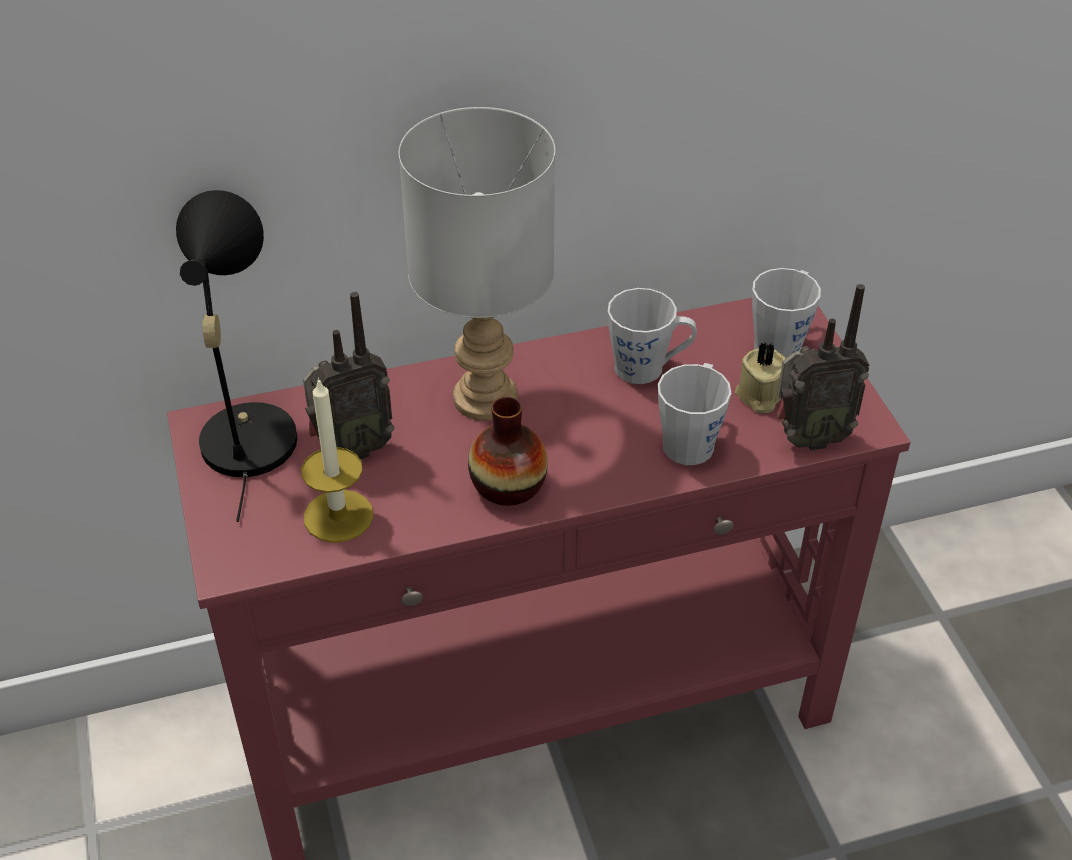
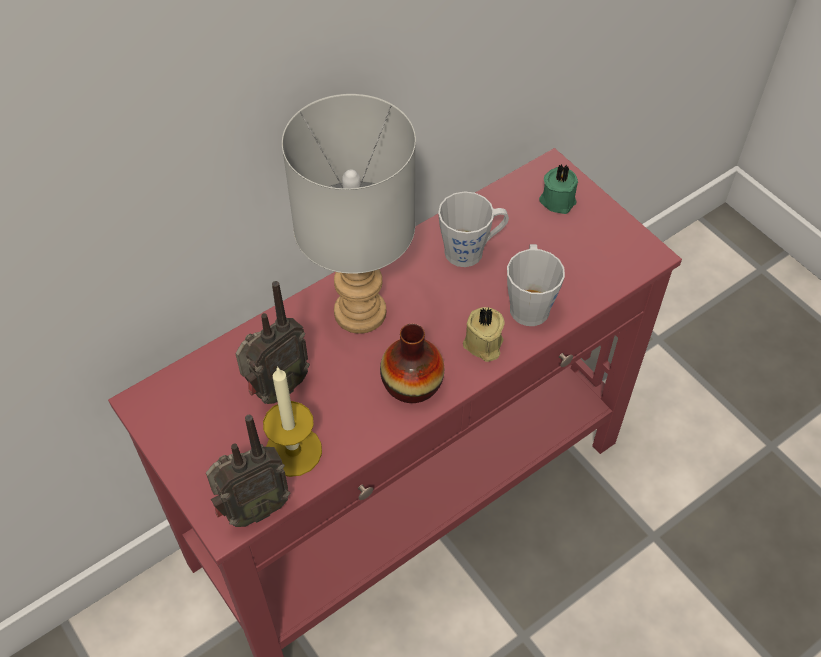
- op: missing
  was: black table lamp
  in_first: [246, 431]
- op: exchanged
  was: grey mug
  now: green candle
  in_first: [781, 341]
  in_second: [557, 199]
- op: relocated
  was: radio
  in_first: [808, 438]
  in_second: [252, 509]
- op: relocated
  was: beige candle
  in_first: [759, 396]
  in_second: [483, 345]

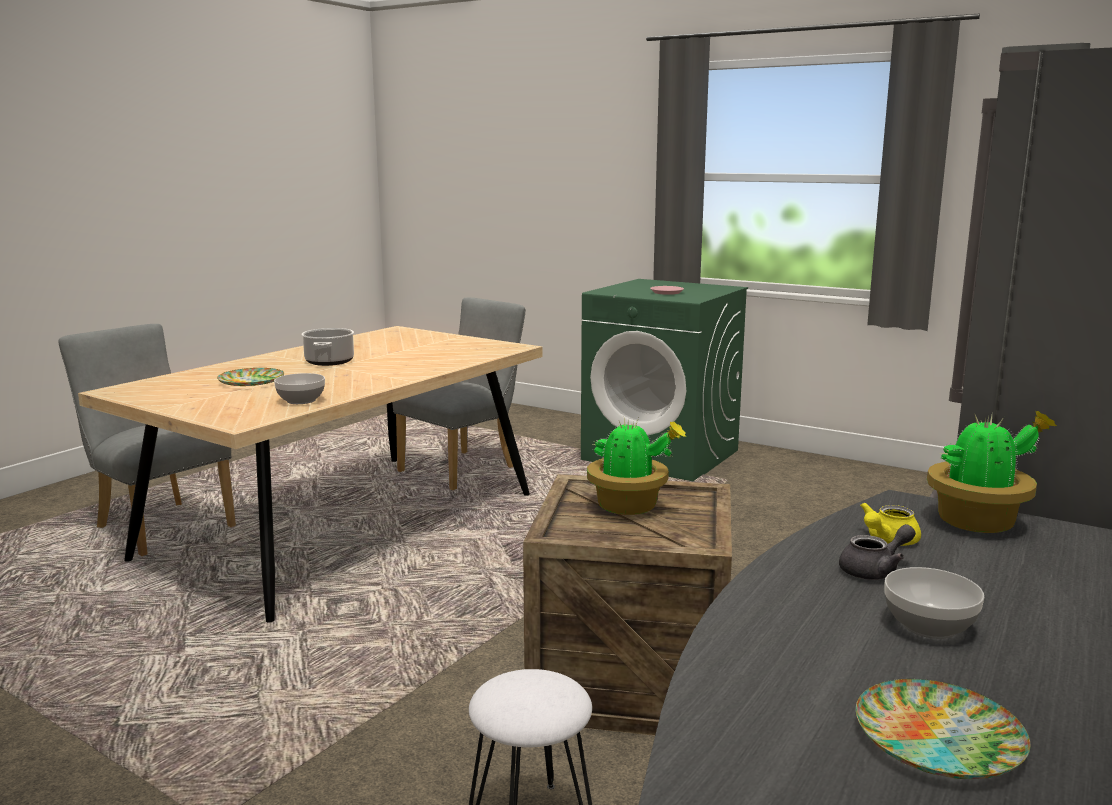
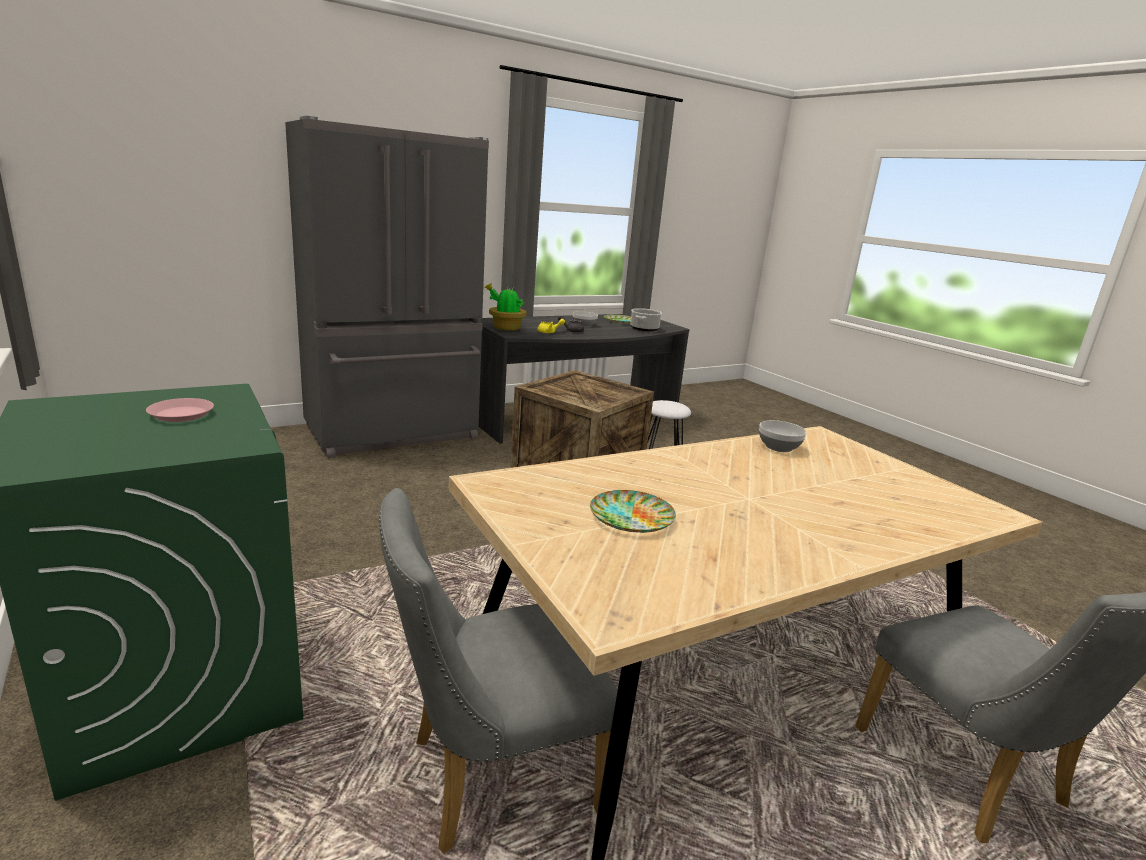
- op: relocated
  was: cooking pot
  in_first: [329, 362]
  in_second: [644, 329]
- op: relocated
  was: plate
  in_first: [252, 381]
  in_second: [631, 517]
- op: missing
  was: potted plant
  in_first: [630, 507]

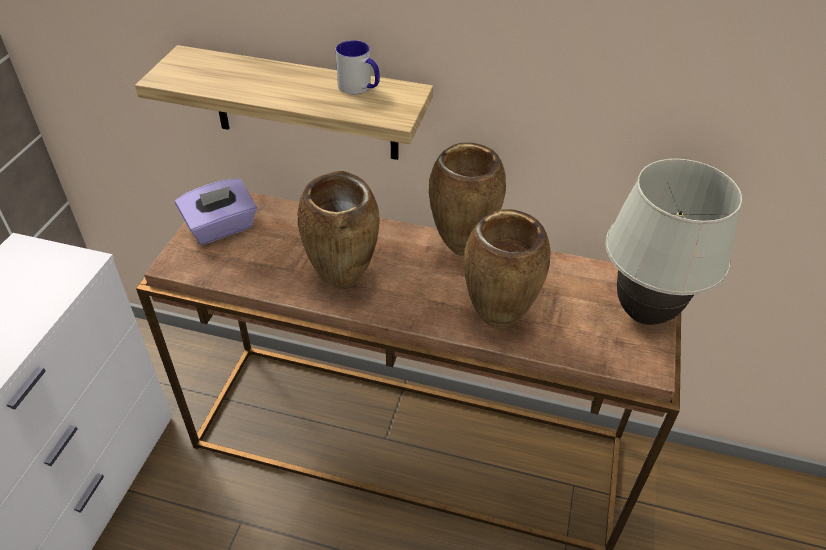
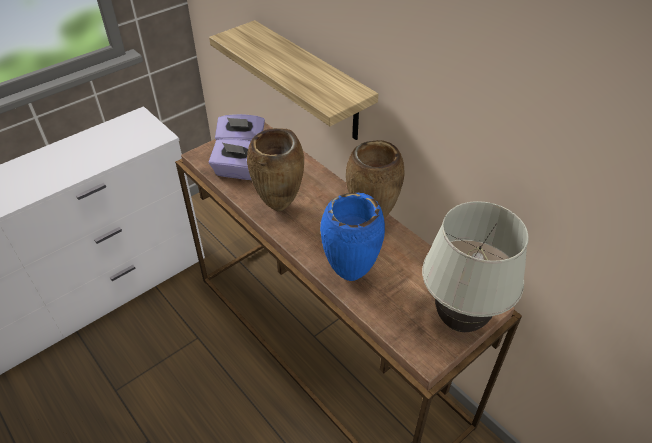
- op: missing
  was: mug
  in_first: [359, 88]
- op: colour
  was: brown vase
  now: blue vase
  in_first: [495, 322]
  in_second: [349, 274]
- op: appeared
  now: purple tissue box
  in_second: [238, 171]

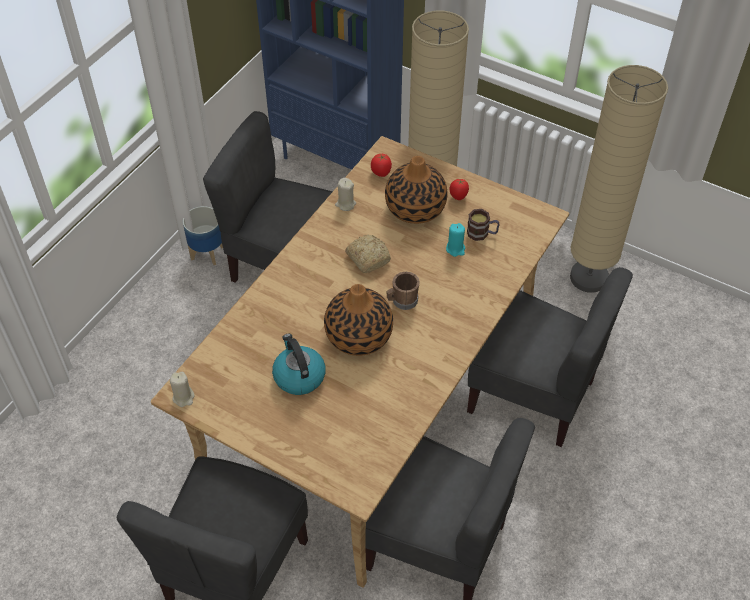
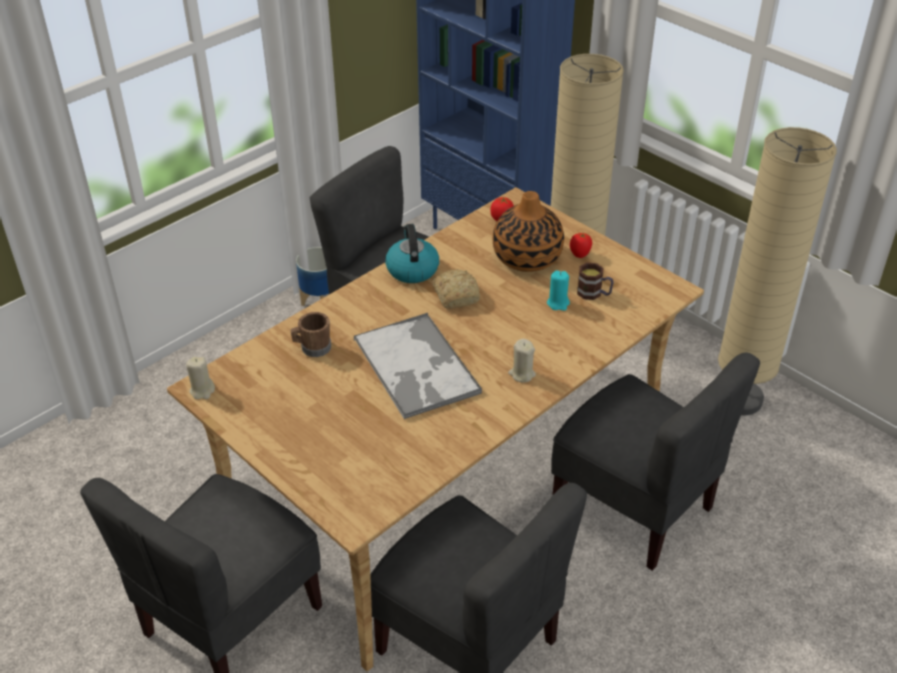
- op: relocated
  was: beige candle
  in_first: [345, 204]
  in_second: [522, 374]
- op: relocated
  was: brown mug
  in_first: [402, 301]
  in_second: [312, 348]
- op: exchanged
  was: vase
  now: tray
  in_first: [359, 335]
  in_second: [417, 367]
- op: relocated
  was: kettle
  in_first: [298, 376]
  in_second: [412, 269]

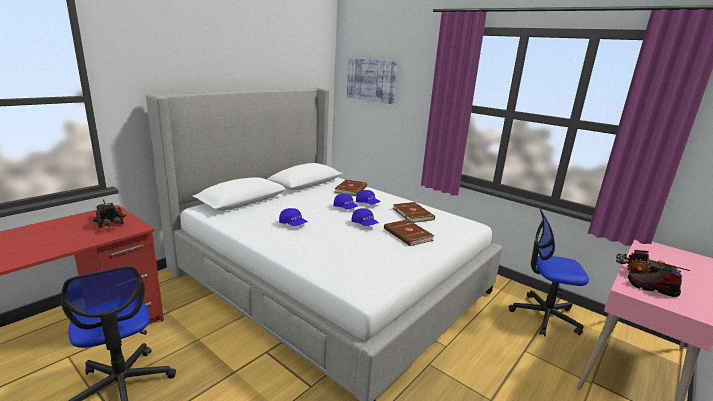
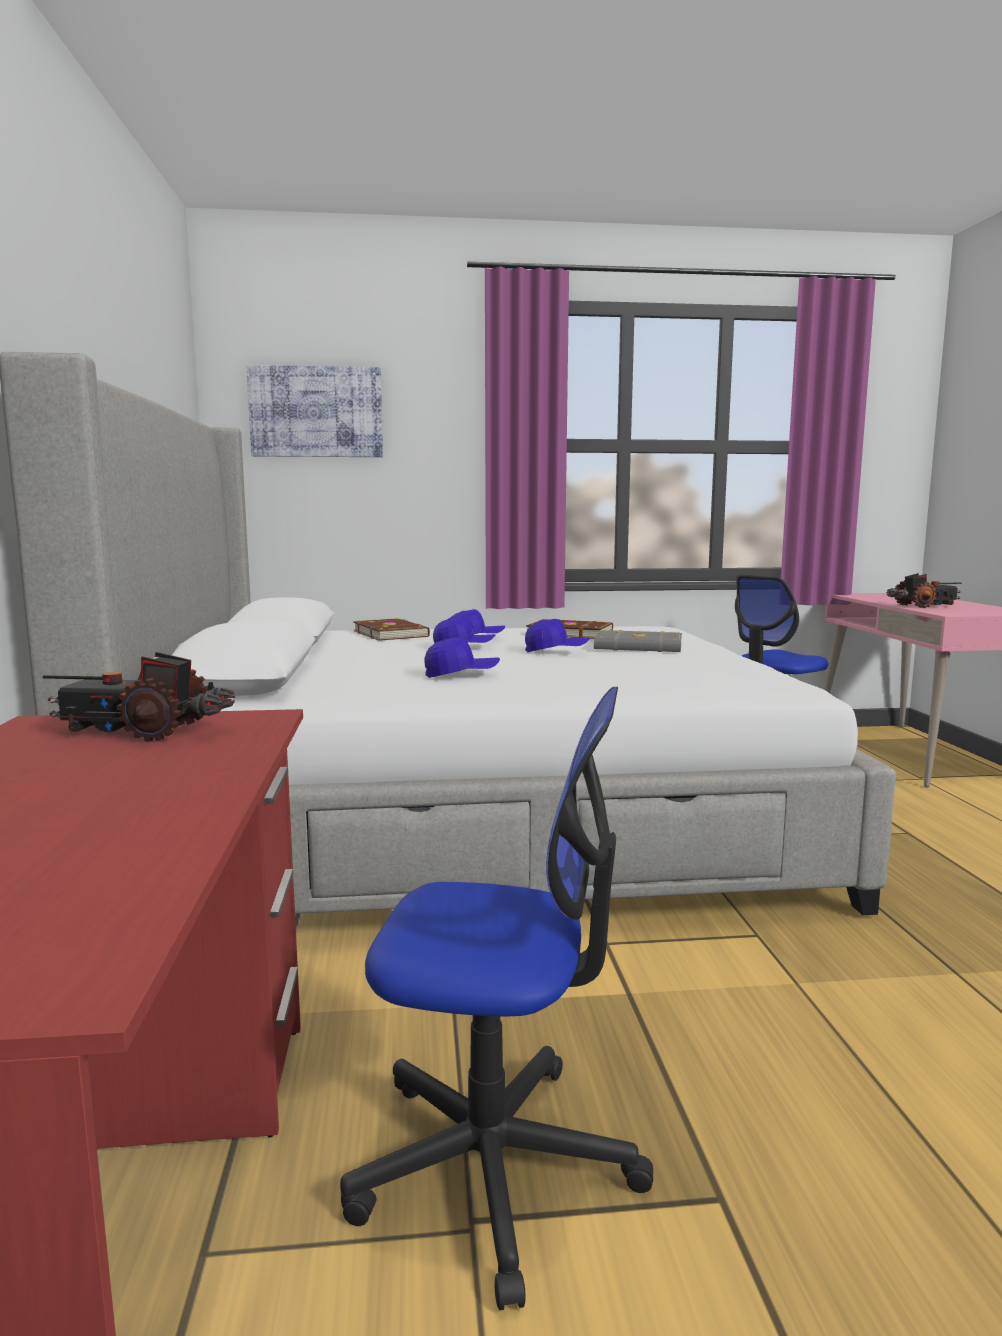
- op: colour
  was: brown book
  now: grey book
  in_first: [407, 235]
  in_second: [639, 647]
- op: missing
  was: shoe
  in_first: [652, 288]

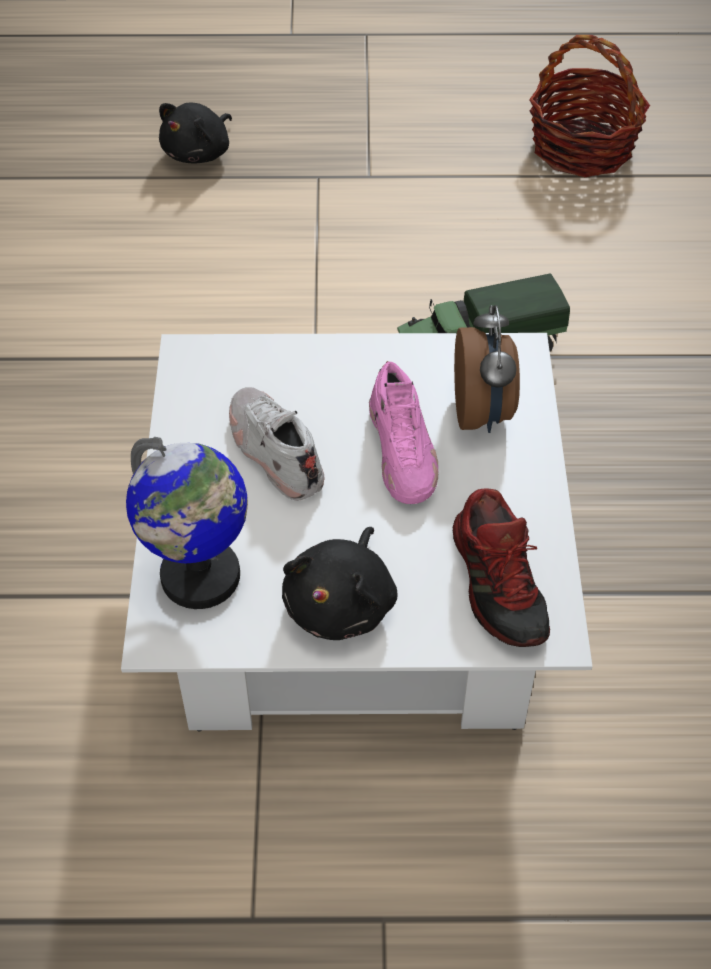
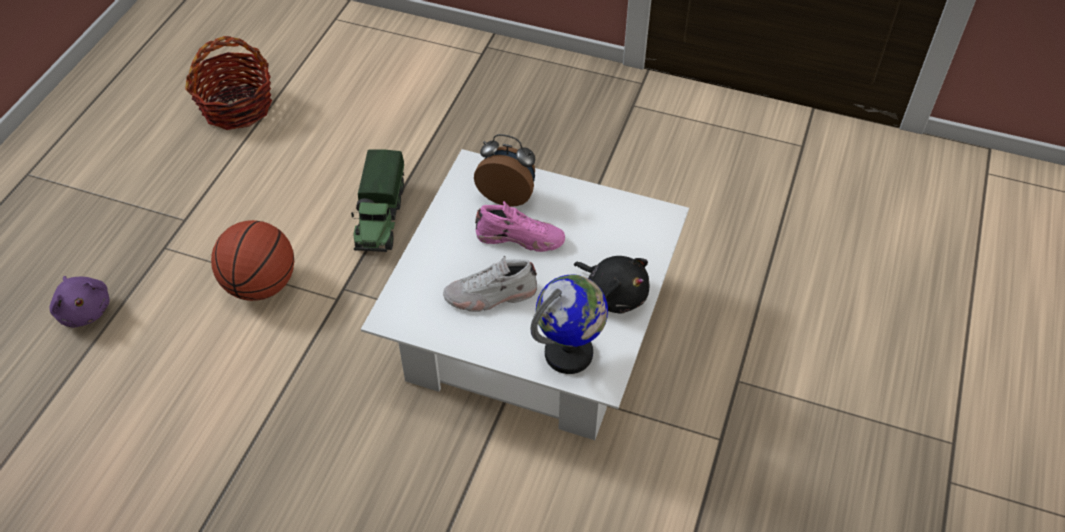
- op: colour
  was: black plush toy
  now: purple plush toy
  in_first: [199, 152]
  in_second: [85, 310]
- op: missing
  was: shoe
  in_first: [500, 584]
- op: appeared
  now: basketball
  in_second: [261, 285]

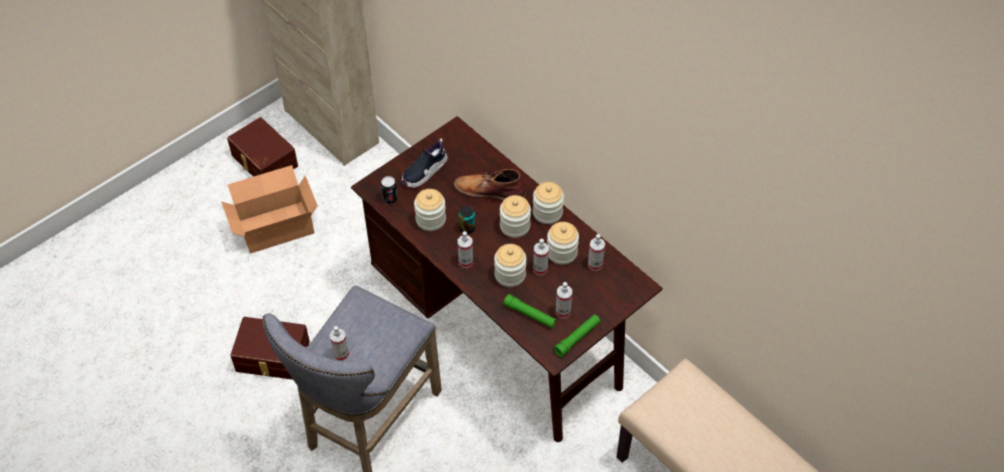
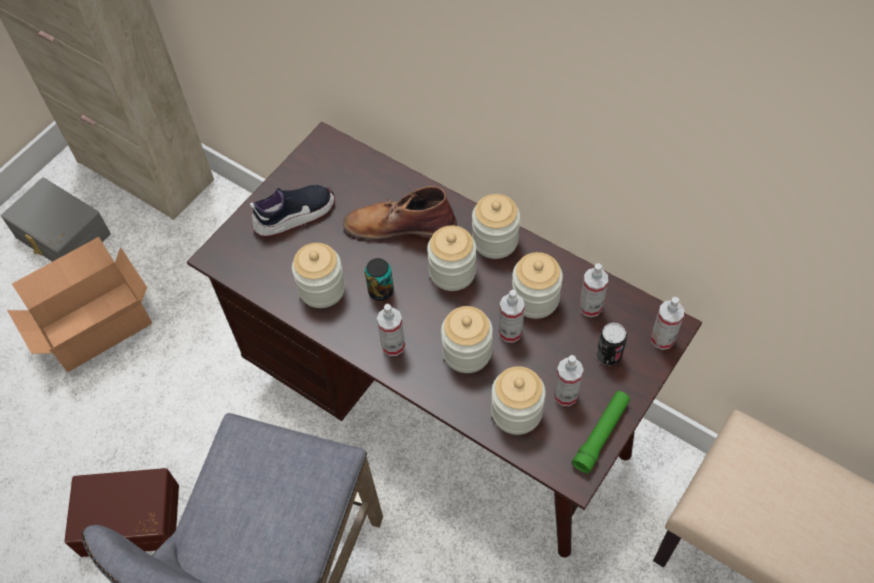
- op: colour
  was: brown storage box
  now: grey storage box
  in_first: [263, 161]
  in_second: [61, 237]
- op: spun
  was: shoe
  in_first: [424, 172]
  in_second: [294, 216]
  clockwise: -150
- op: relocated
  was: can
  in_first: [390, 199]
  in_second: [608, 355]
- op: exchanged
  was: green flashlight
  now: jar
  in_first: [530, 315]
  in_second: [516, 412]
- op: relocated
  was: spray bottle
  in_first: [341, 354]
  in_second: [662, 339]

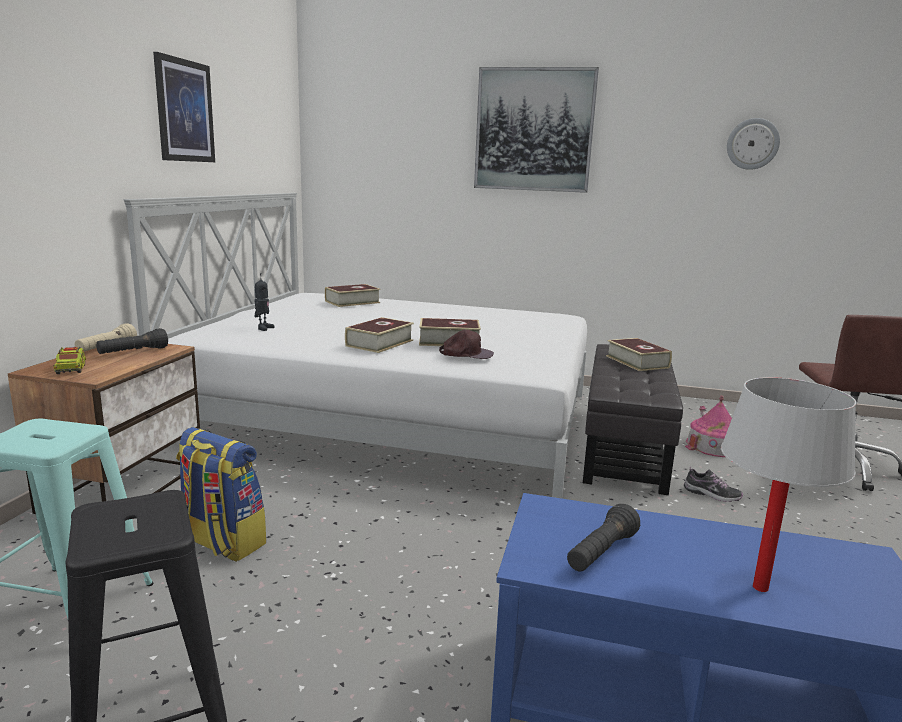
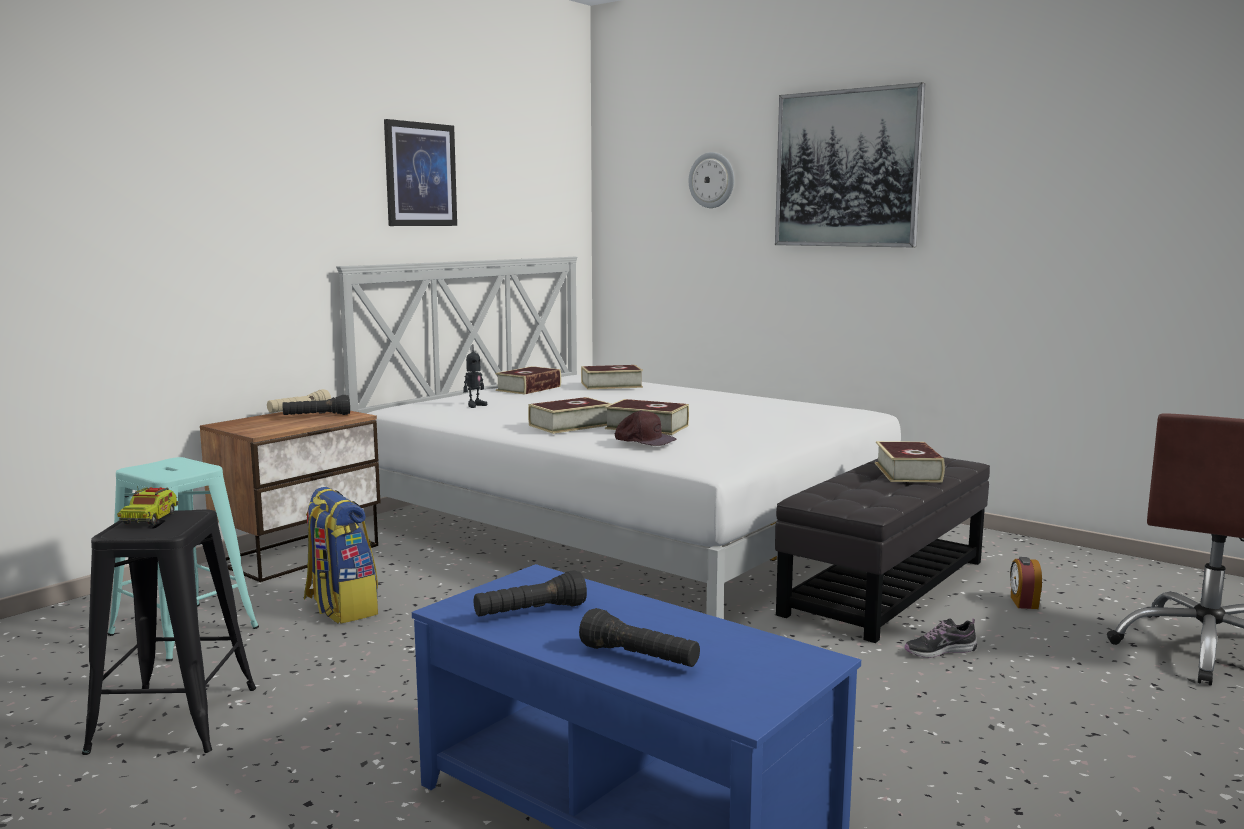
- op: relocated
  was: wall clock
  in_first: [752, 144]
  in_second: [712, 180]
- op: relocated
  was: toy truck
  in_first: [71, 369]
  in_second: [150, 518]
- op: exchanged
  was: white table lamp
  now: black flashlight
  in_first: [760, 588]
  in_second: [640, 658]
- op: exchanged
  was: toy house
  now: alarm clock
  in_first: [713, 446]
  in_second: [1023, 603]
- op: spun
  was: shoe
  in_first: [712, 494]
  in_second: [939, 651]
  clockwise: 120
- op: appeared
  now: book
  in_second: [528, 388]

